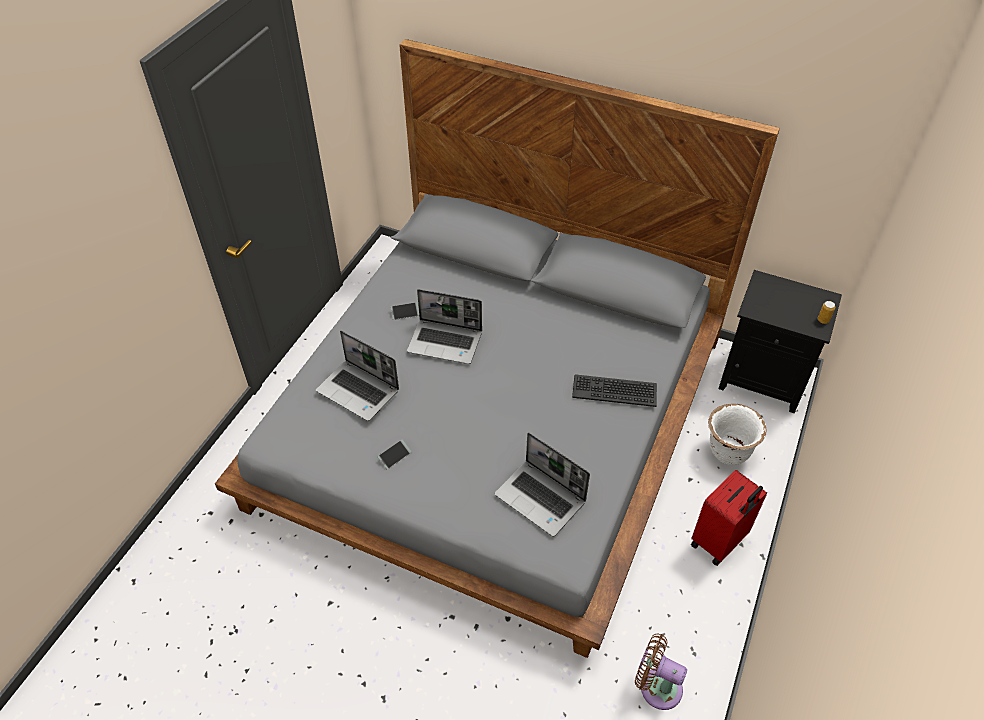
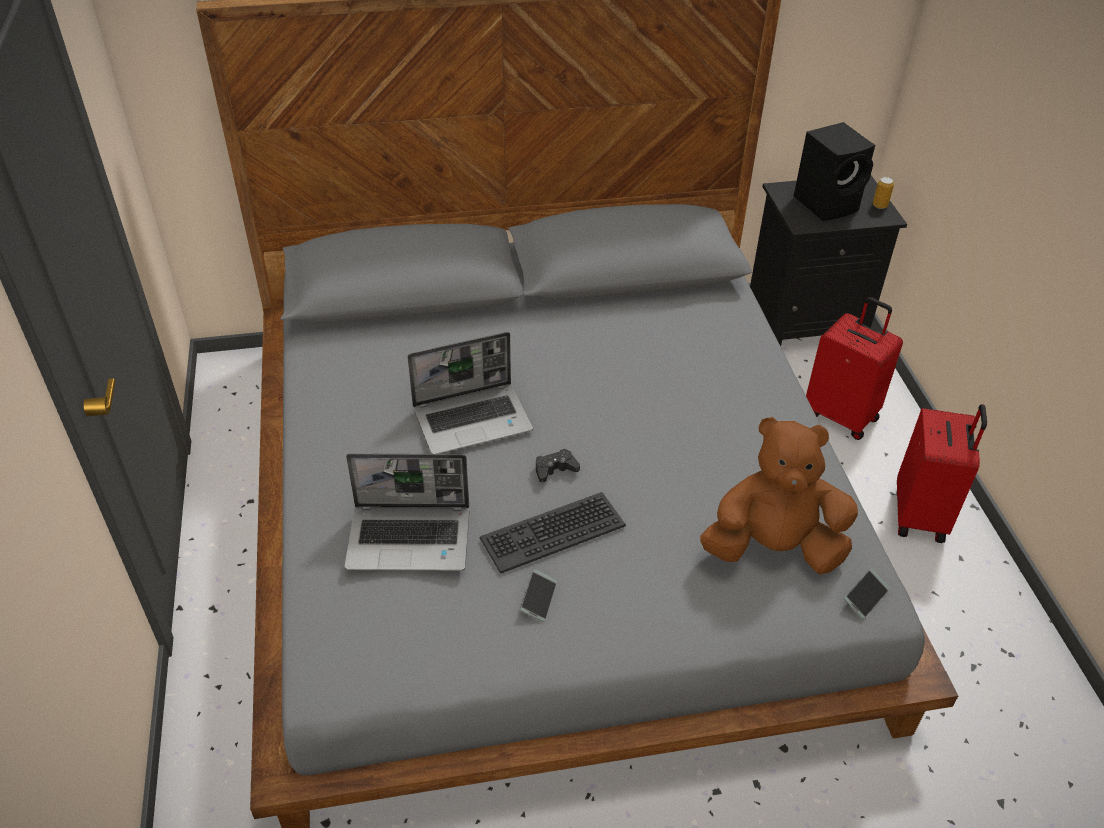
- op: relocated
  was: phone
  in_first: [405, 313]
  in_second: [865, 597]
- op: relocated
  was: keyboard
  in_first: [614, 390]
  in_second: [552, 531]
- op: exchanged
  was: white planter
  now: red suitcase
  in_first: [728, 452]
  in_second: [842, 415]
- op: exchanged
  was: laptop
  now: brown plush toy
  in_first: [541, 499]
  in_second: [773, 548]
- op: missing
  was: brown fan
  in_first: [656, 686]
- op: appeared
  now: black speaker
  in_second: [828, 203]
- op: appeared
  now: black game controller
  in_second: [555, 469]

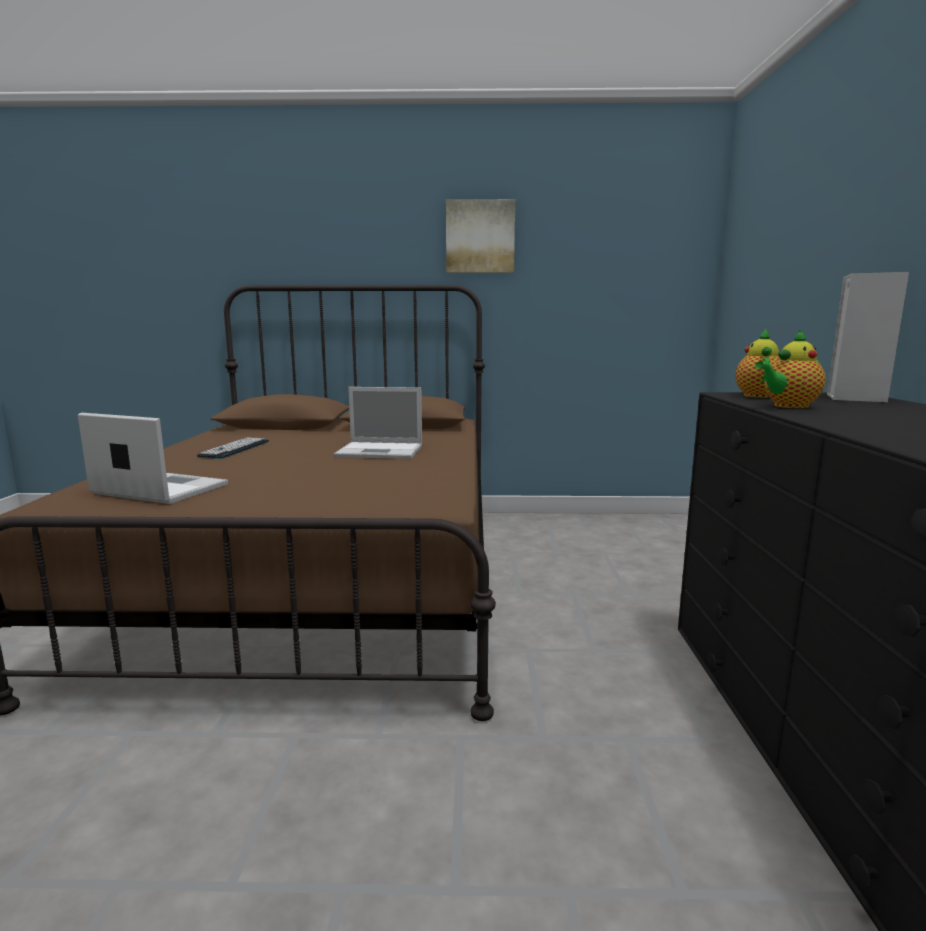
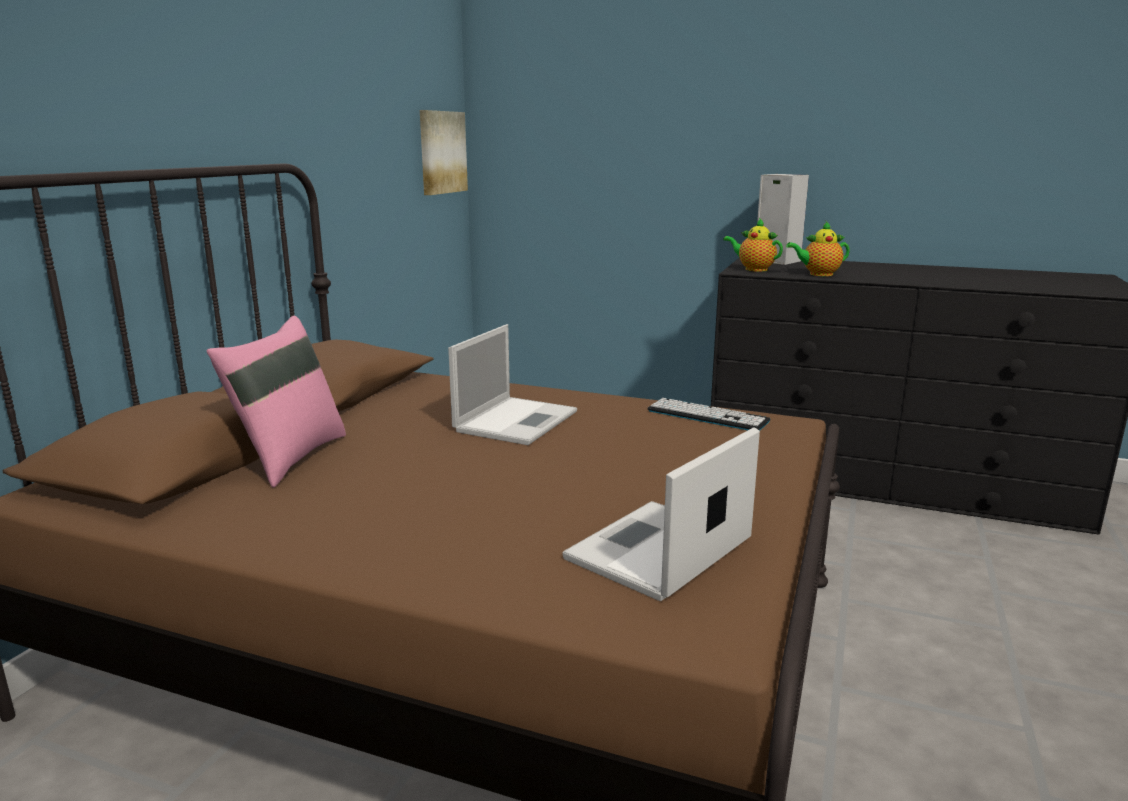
- op: relocated
  was: picture
  in_first: [480, 237]
  in_second: [441, 152]
- op: spun
  was: teapot
  in_first: [788, 406]
  in_second: [818, 274]
  clockwise: 90
- op: relocated
  was: keyboard
  in_first: [235, 449]
  in_second: [707, 416]
- op: appeared
  now: pink pillow
  in_second: [289, 457]

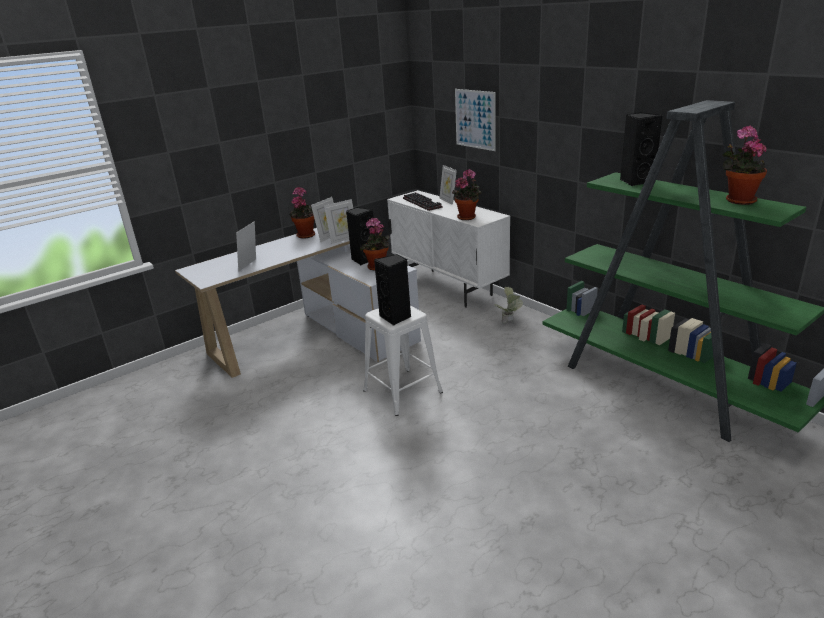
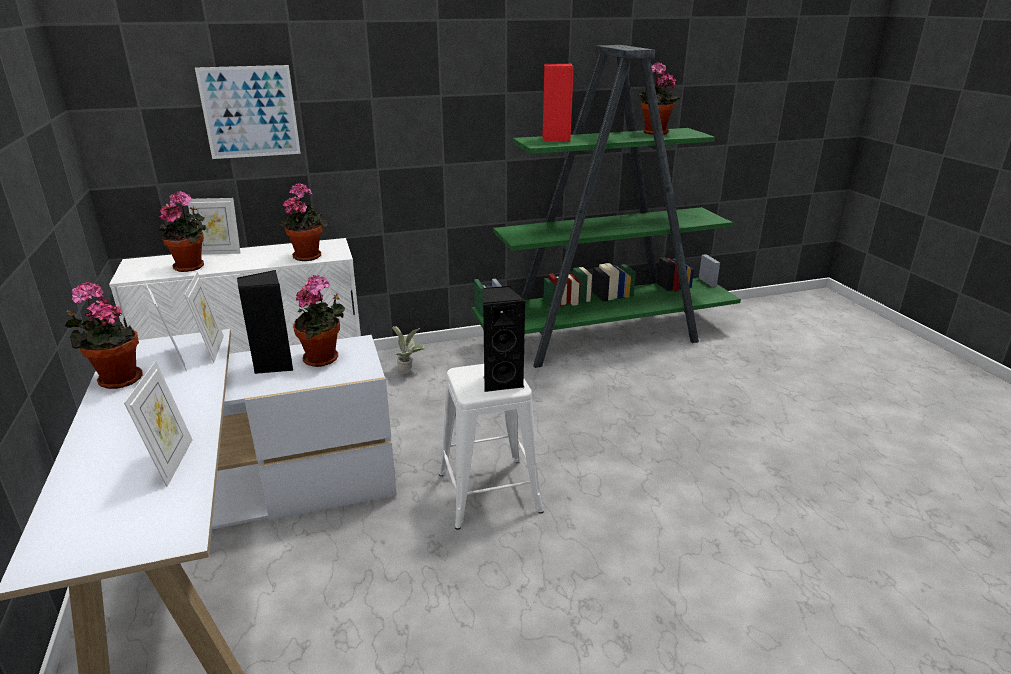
- op: colour
  was: black speaker
  now: red speaker
  in_first: [635, 181]
  in_second: [556, 139]
- op: exchanged
  was: keyboard
  now: potted plant
  in_first: [423, 203]
  in_second: [192, 266]
- op: spun
  was: picture frame
  in_first: [250, 265]
  in_second: [172, 462]
  clockwise: -135

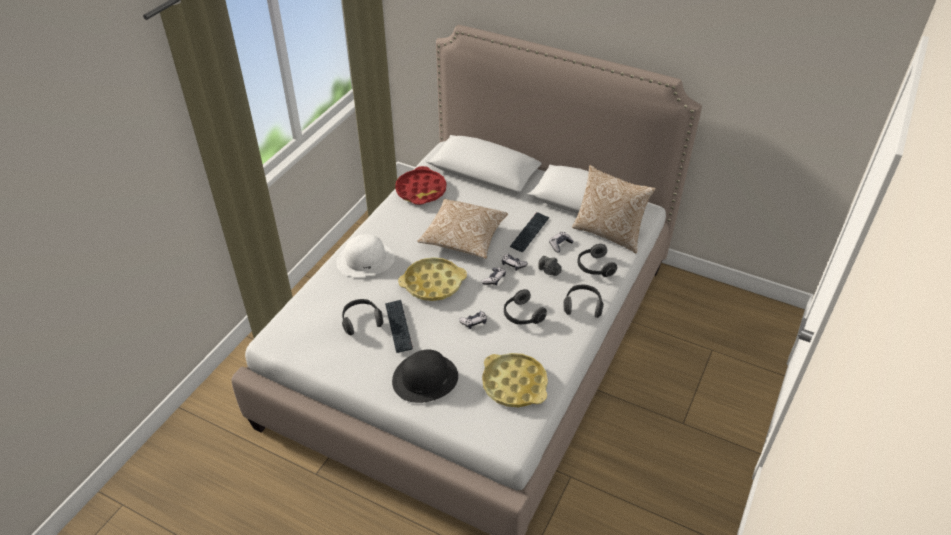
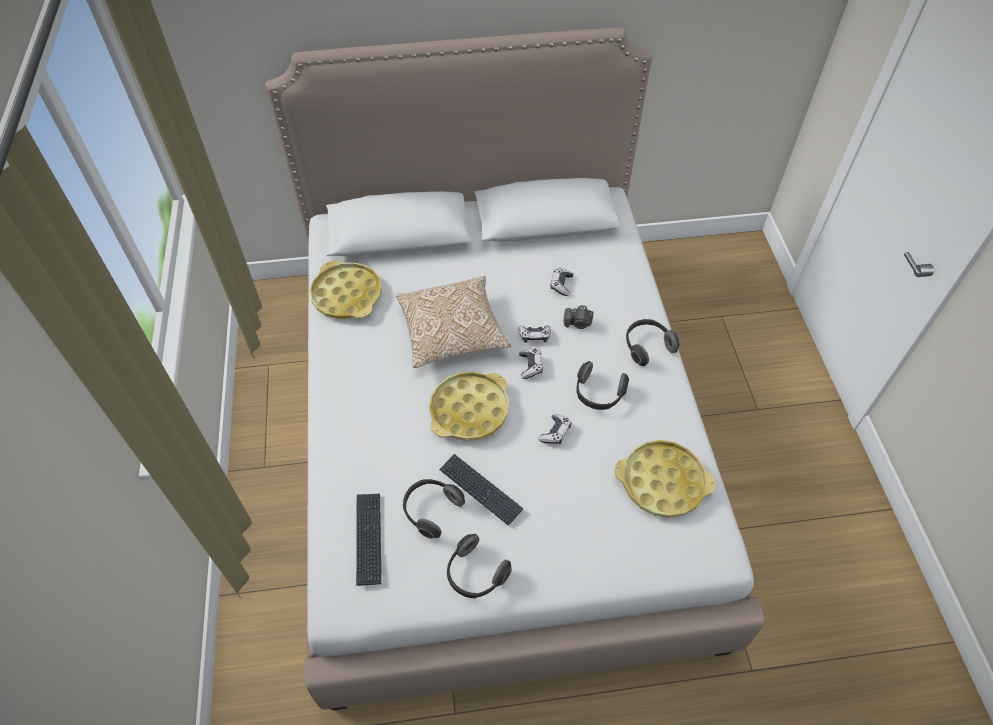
- op: missing
  was: pillow
  in_first: [609, 233]
- op: colour
  was: red tray
  now: yellow tray
  in_first: [421, 190]
  in_second: [347, 295]
- op: relocated
  was: keyboard
  in_first: [530, 232]
  in_second: [368, 538]
- op: missing
  was: white hat
  in_first: [365, 259]
- op: relocated
  was: headphones
  in_first: [594, 268]
  in_second: [475, 574]
- op: missing
  was: black hat
  in_first: [425, 378]

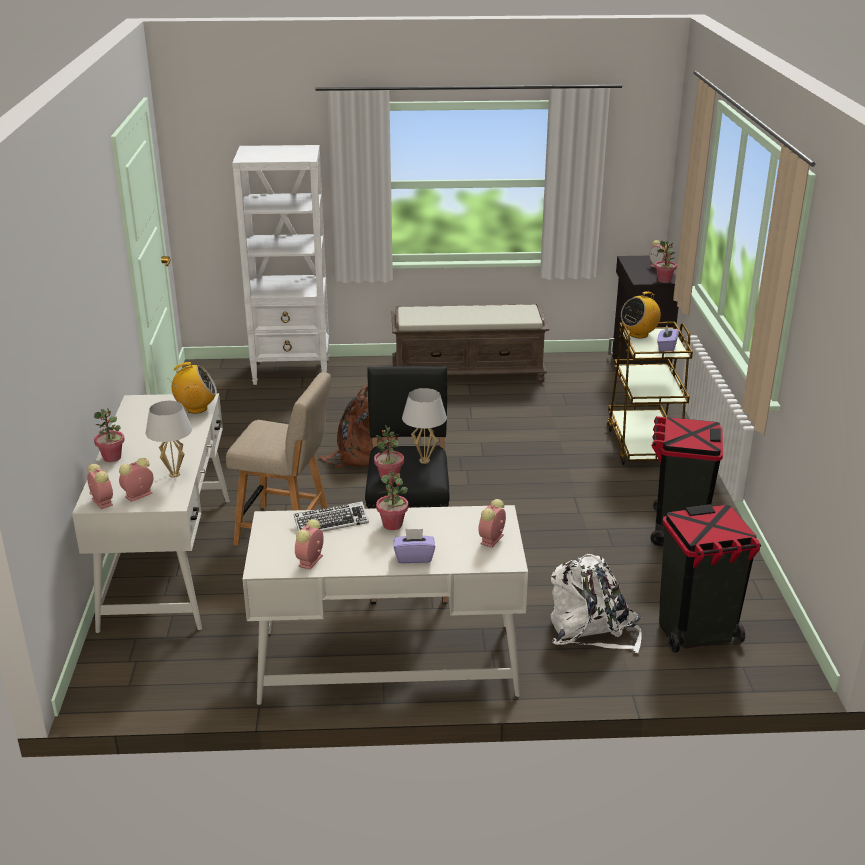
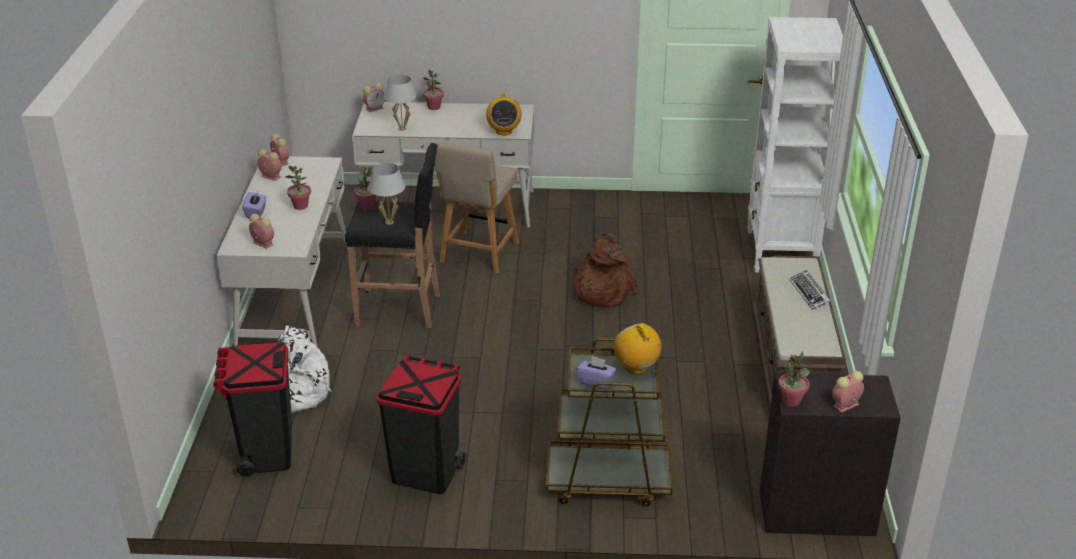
- op: relocated
  was: alarm clock
  in_first: [138, 495]
  in_second: [280, 161]
- op: relocated
  was: keyboard
  in_first: [331, 522]
  in_second: [809, 293]

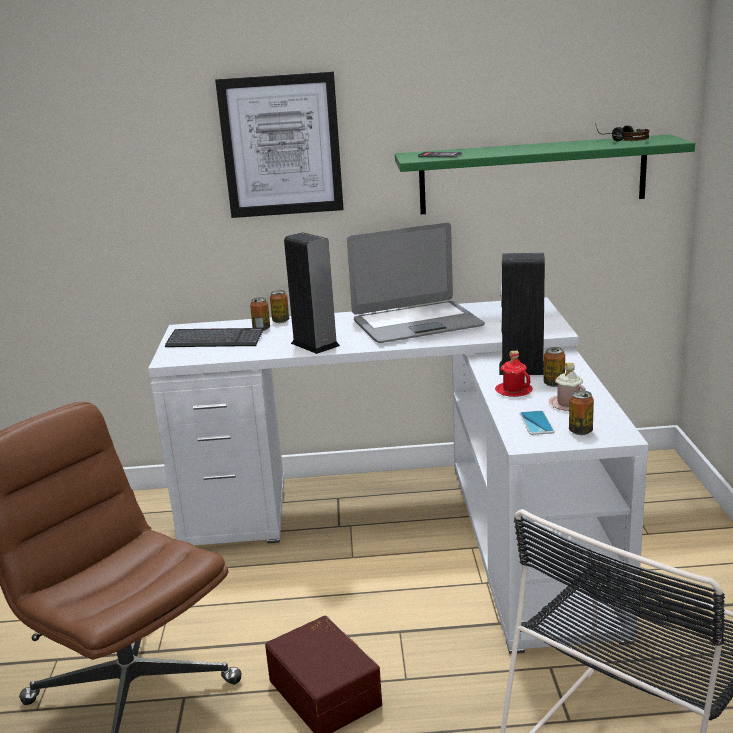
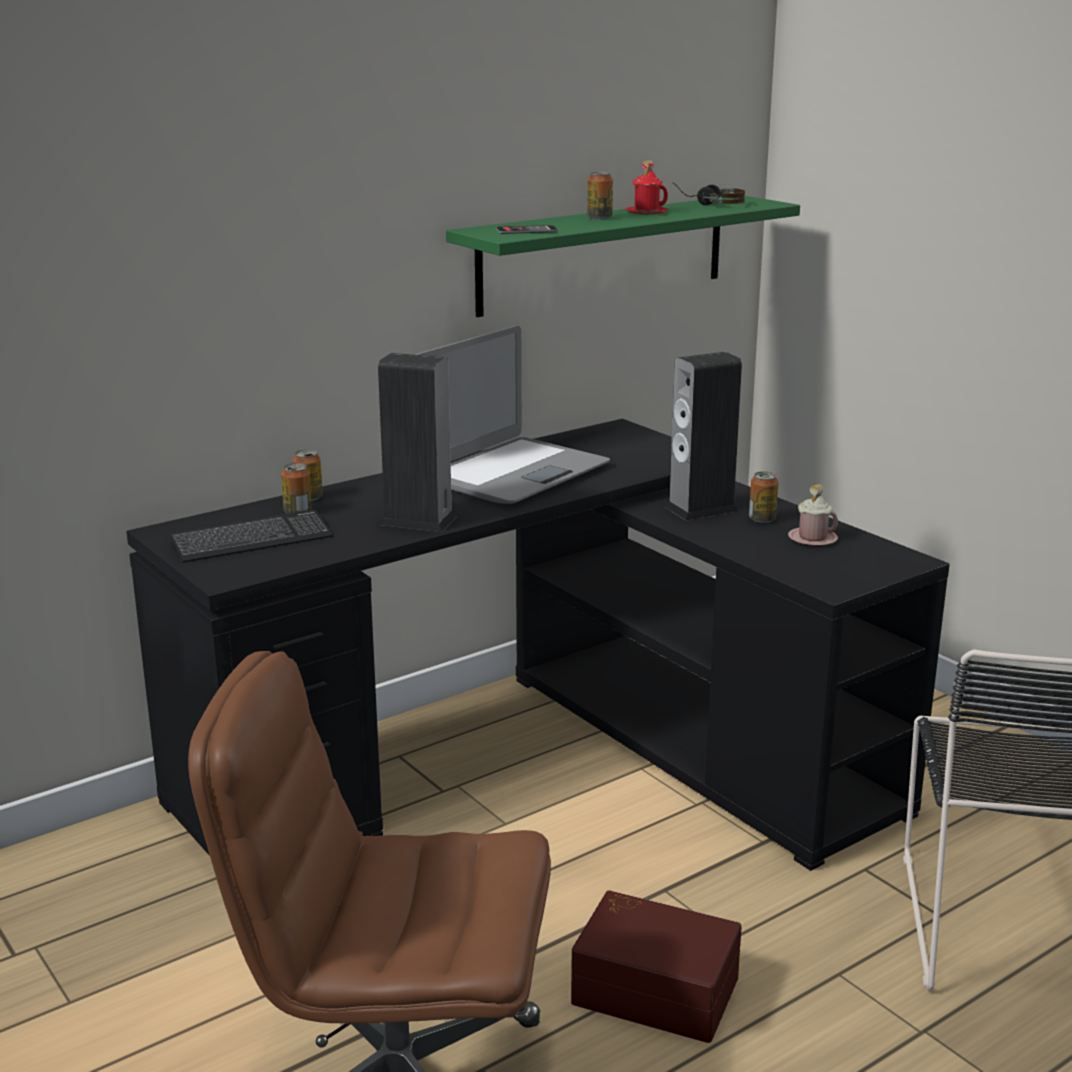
- op: missing
  was: picture
  in_first: [281, 146]
- op: colour
  was: white desk
  now: black desk
  in_first: [419, 524]
  in_second: [545, 758]
- op: relocated
  was: red mug
  in_first: [513, 391]
  in_second: [646, 212]
- op: relocated
  was: can
  in_first: [580, 431]
  in_second: [599, 218]
- op: missing
  was: phone
  in_first: [536, 423]

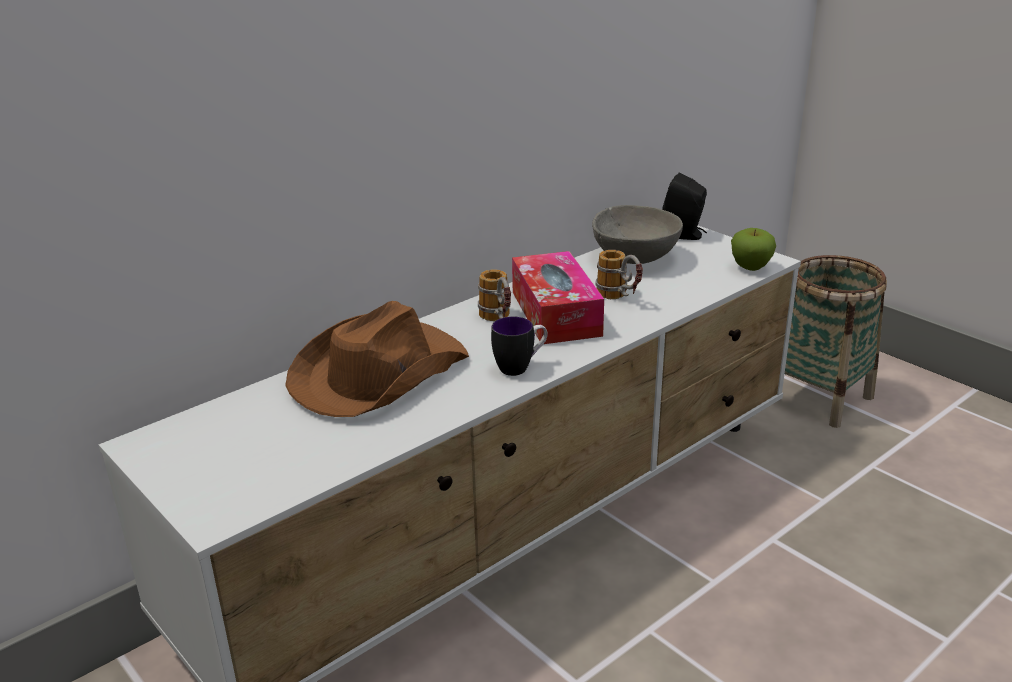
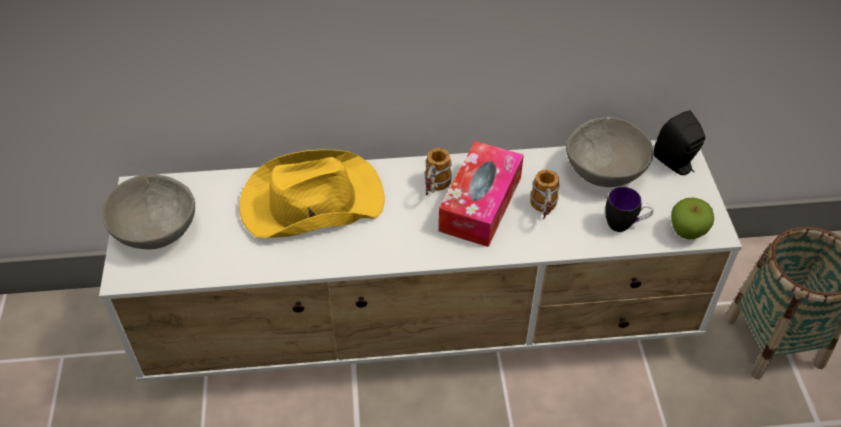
- op: colour
  was: brown hat
  now: yellow hat
  in_first: [378, 374]
  in_second: [310, 201]
- op: relocated
  was: mug
  in_first: [520, 367]
  in_second: [625, 225]
- op: appeared
  now: grey bowl
  in_second: [155, 231]

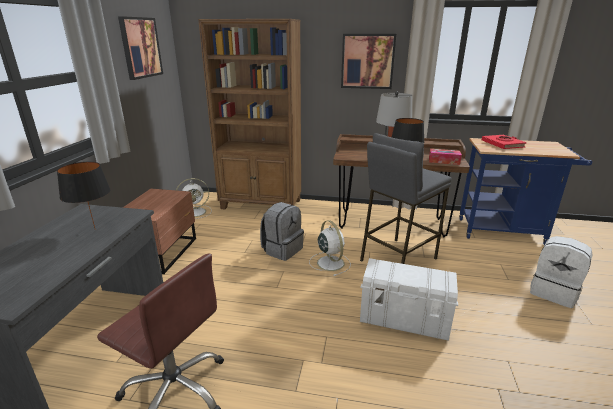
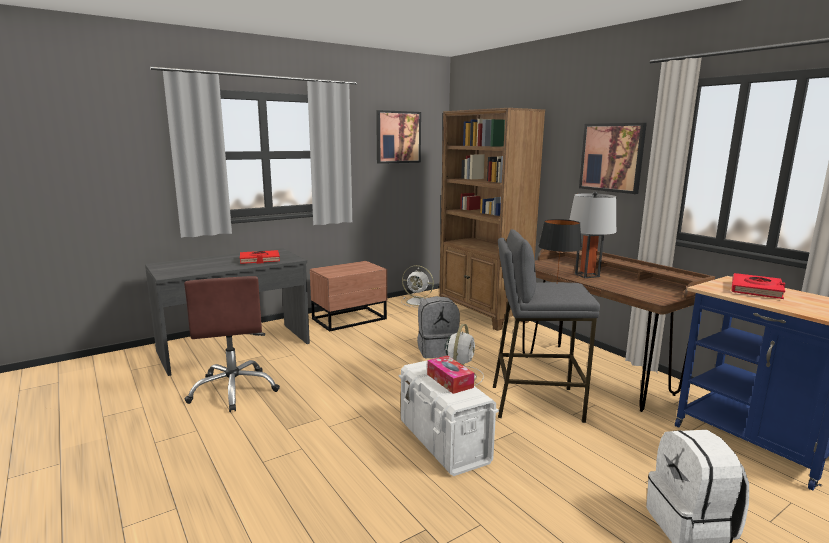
- op: relocated
  was: tissue box
  in_first: [444, 161]
  in_second: [449, 381]
- op: exchanged
  was: black table lamp
  now: red book
  in_first: [95, 229]
  in_second: [259, 260]

